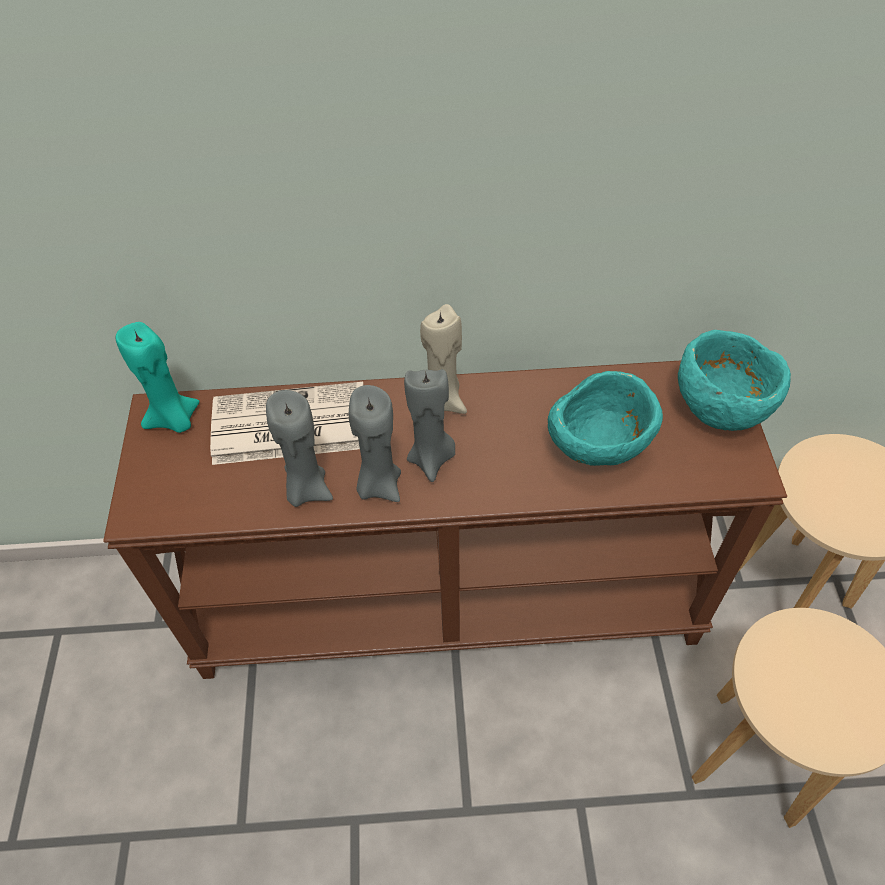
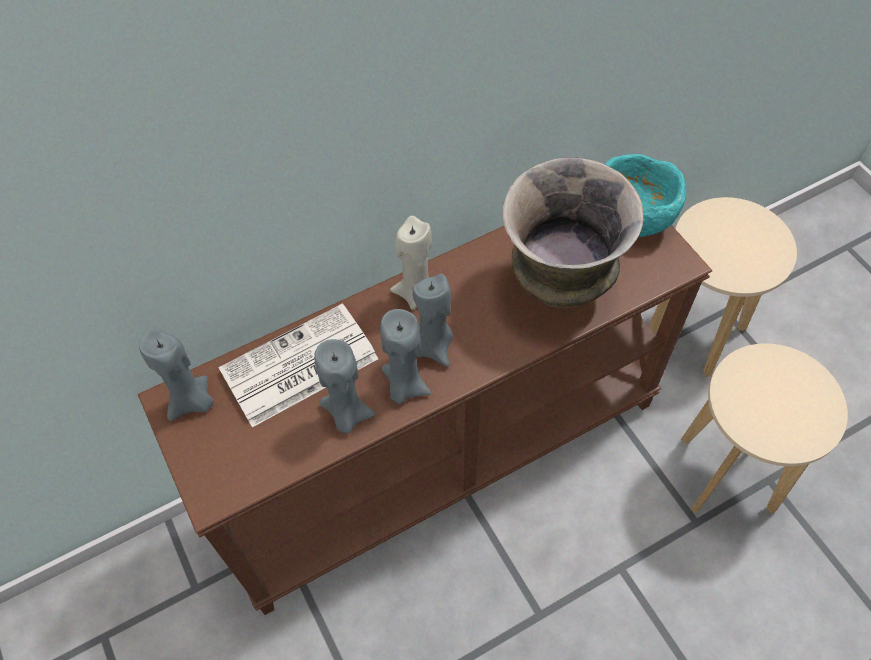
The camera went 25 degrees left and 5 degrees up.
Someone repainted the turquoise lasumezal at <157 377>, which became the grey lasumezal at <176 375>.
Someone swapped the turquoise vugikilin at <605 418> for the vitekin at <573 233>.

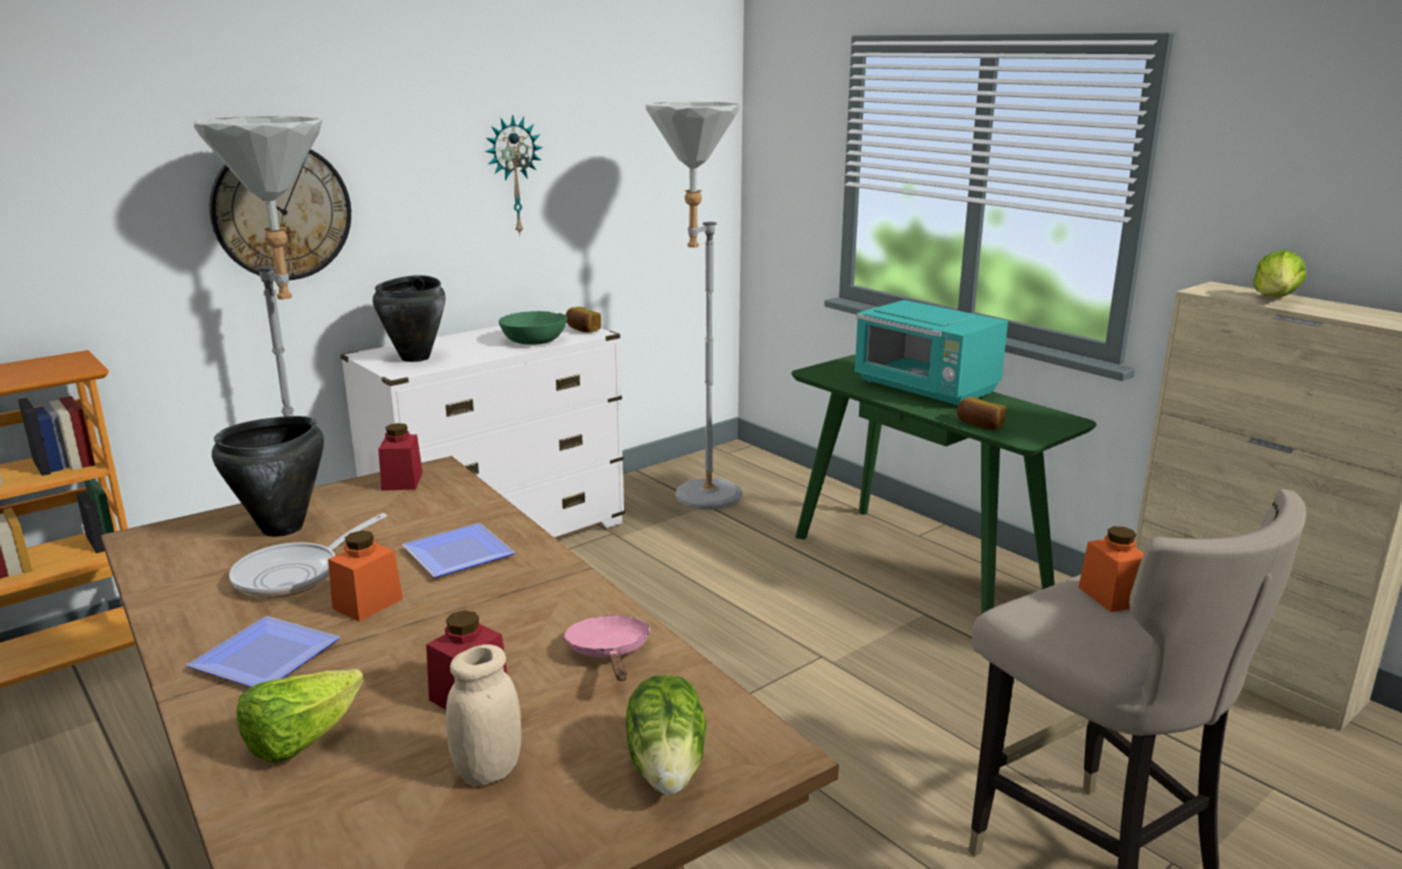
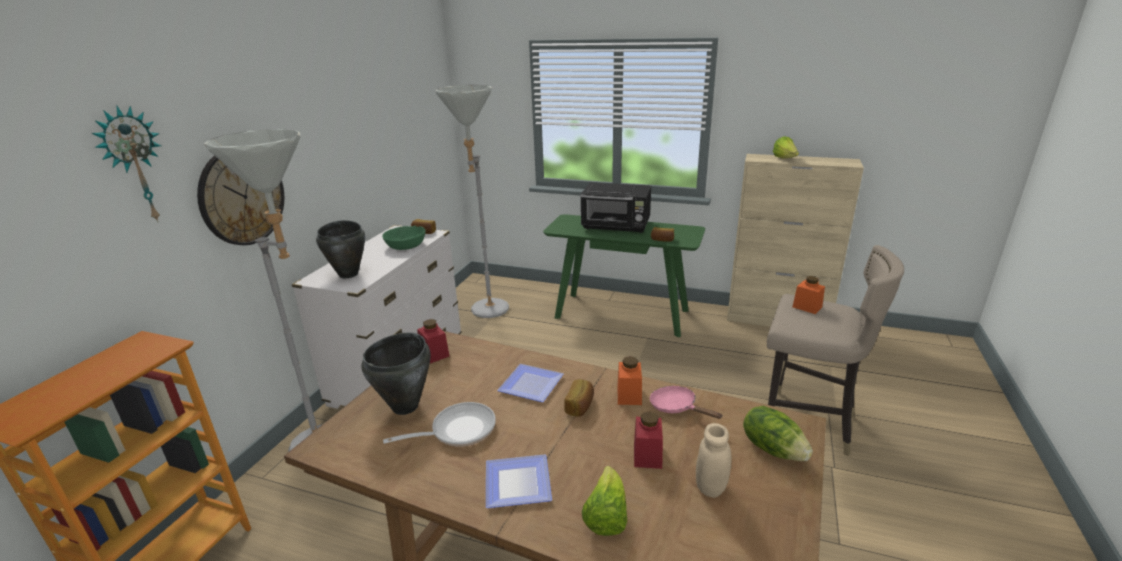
The camera went 30 degrees left and 5 degrees up.
Someone rotated the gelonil at <308 555> by 120 degrees counterclockwise.
Someone carried the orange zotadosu from <365 576> to <629 380>.
Someone carried the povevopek from <514 175> to <126 163>.
Someone repainted the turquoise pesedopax at <931 353>, which became the black pesedopax at <615 208>.
Someone put down the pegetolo at <579 398>.

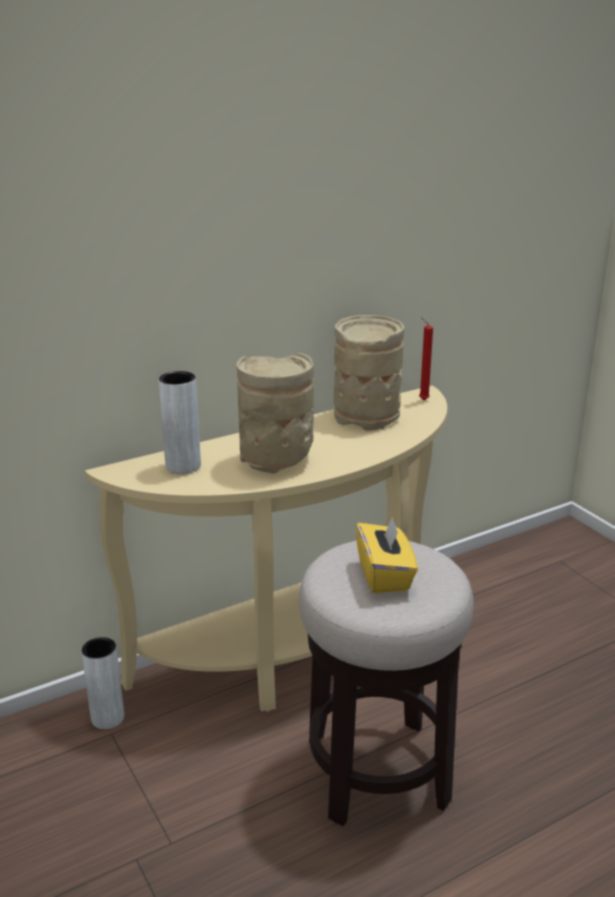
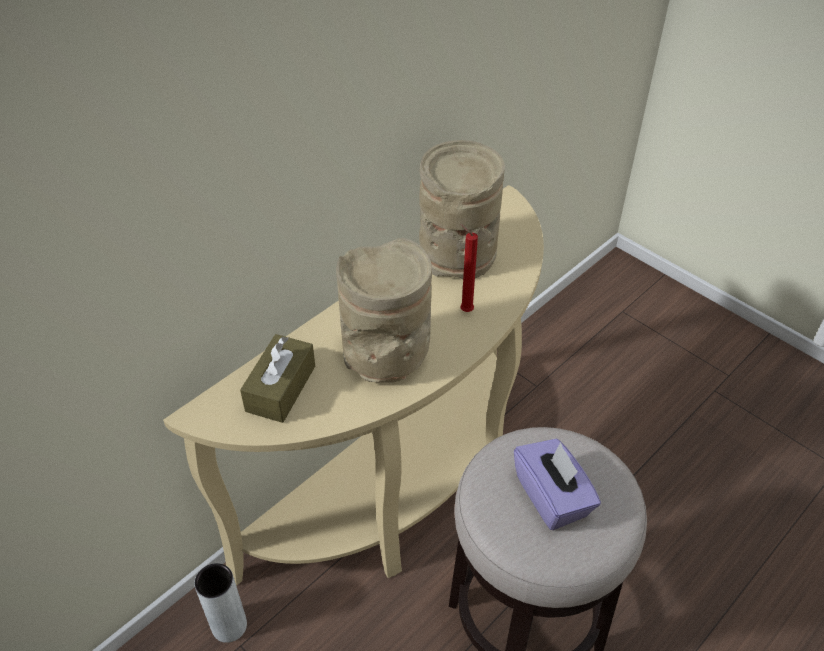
The camera went 15 degrees left and 20 degrees up.
Someone swapped the grey vitekin at <180 422> for the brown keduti at <277 378>.
Someone repainted the yellow keduti at <386 554>, which became the purple keduti at <557 484>.
Someone carried the red lasumezal from <426 358> to <469 268>.

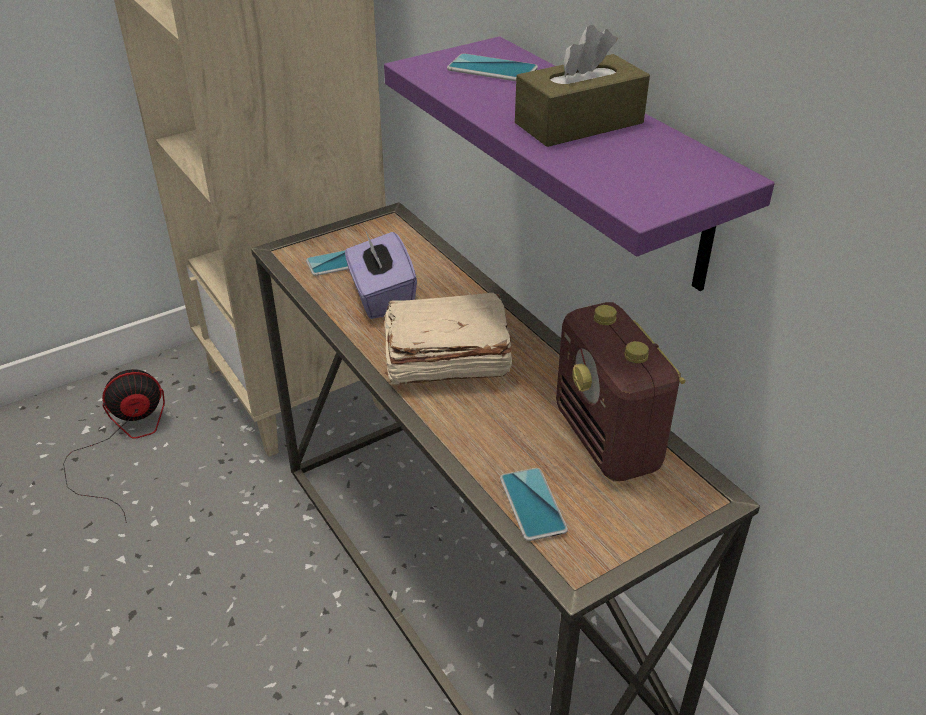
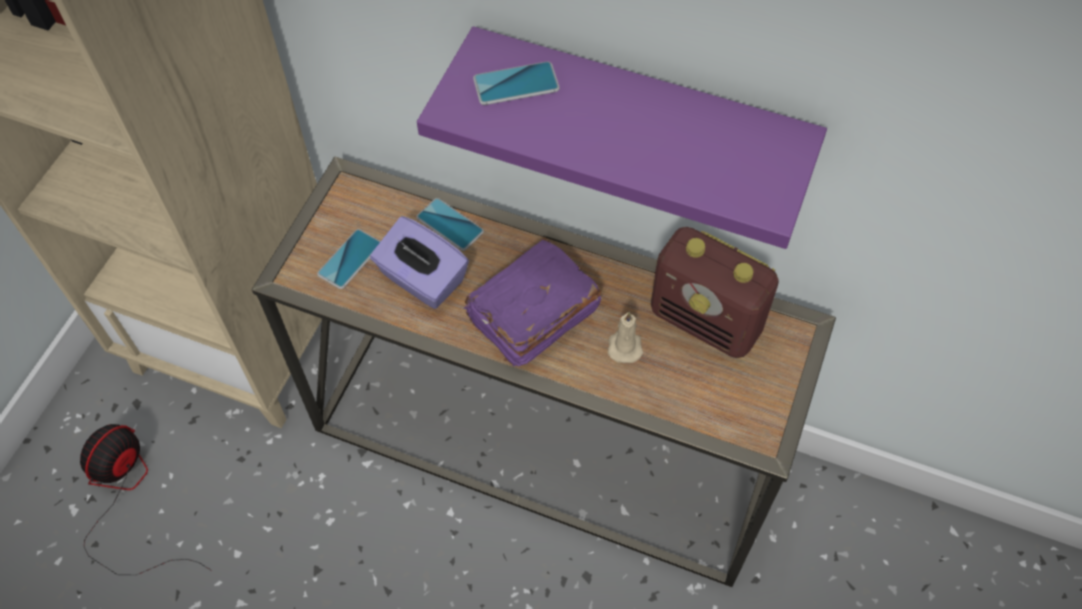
The camera went 35 degrees left and 20 degrees up.
Someone repainted the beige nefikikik at <448 339>, which became the purple nefikikik at <533 302>.
Someone carried the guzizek from <534 504> to <450 224>.
Someone took away the brown keduti at <582 86>.
Someone put down the beige lasumezal at <625 337>.

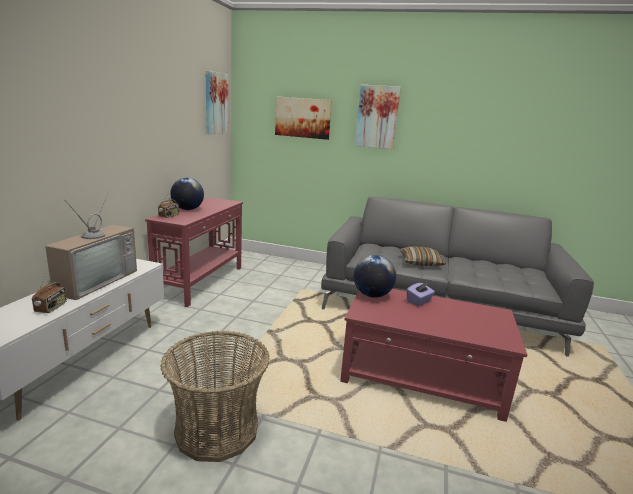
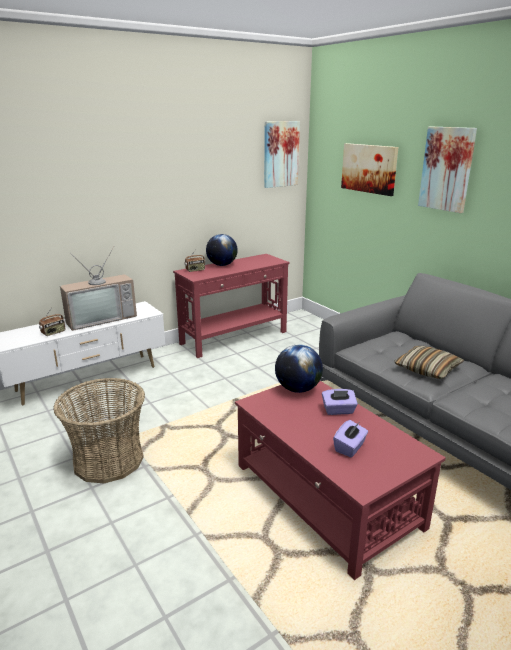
The camera went 40 degrees right and 5 degrees up.
Someone put down the purple keduti at <350 438>.

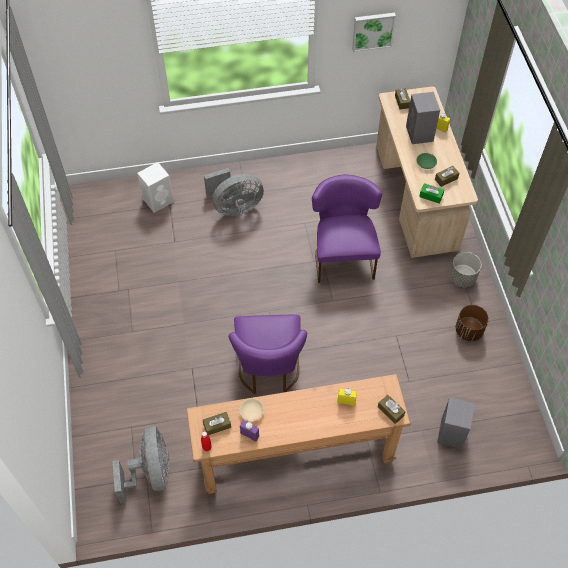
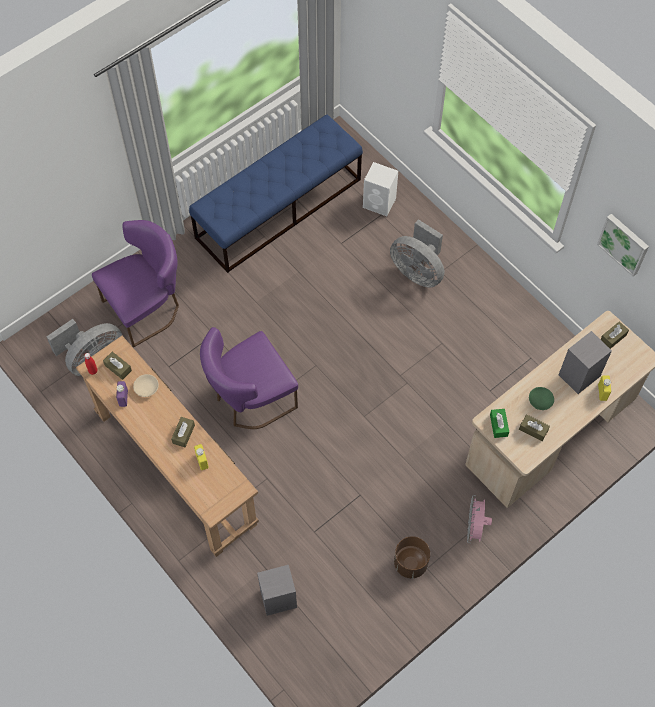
The camera went 60 degrees right and 5 degrees up.
Someone carried the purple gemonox from <347 228> to <135 283>.
Someone carried the brown keduti from <391 409> to <183 432>.
Someone swapped the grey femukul at <465 269> for the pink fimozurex at <479 519>.
Someone put down the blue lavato at <276 193>.

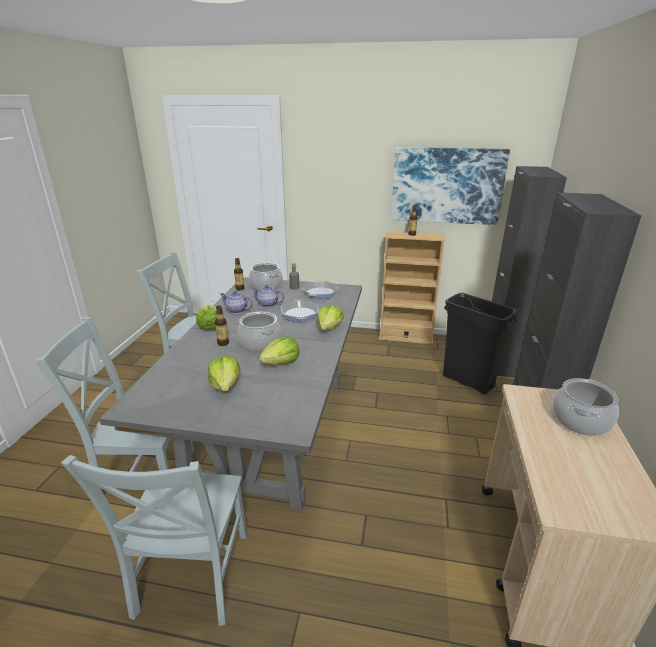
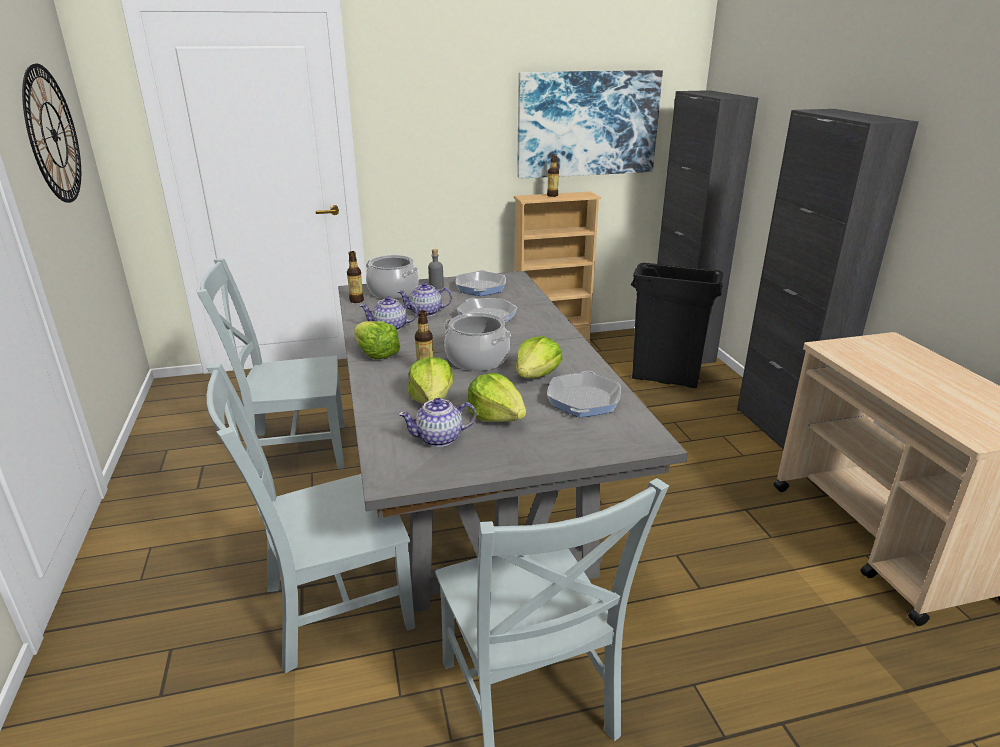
The camera went 25 degrees left and 0 degrees up.
Someone carried the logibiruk from <330 317> to <430 380>.
Someone took away the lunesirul at <585 407>.
Someone put up the povevopek at <51 133>.
Someone put down the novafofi at <437 422>.
Someone put down the gelonil at <584 394>.

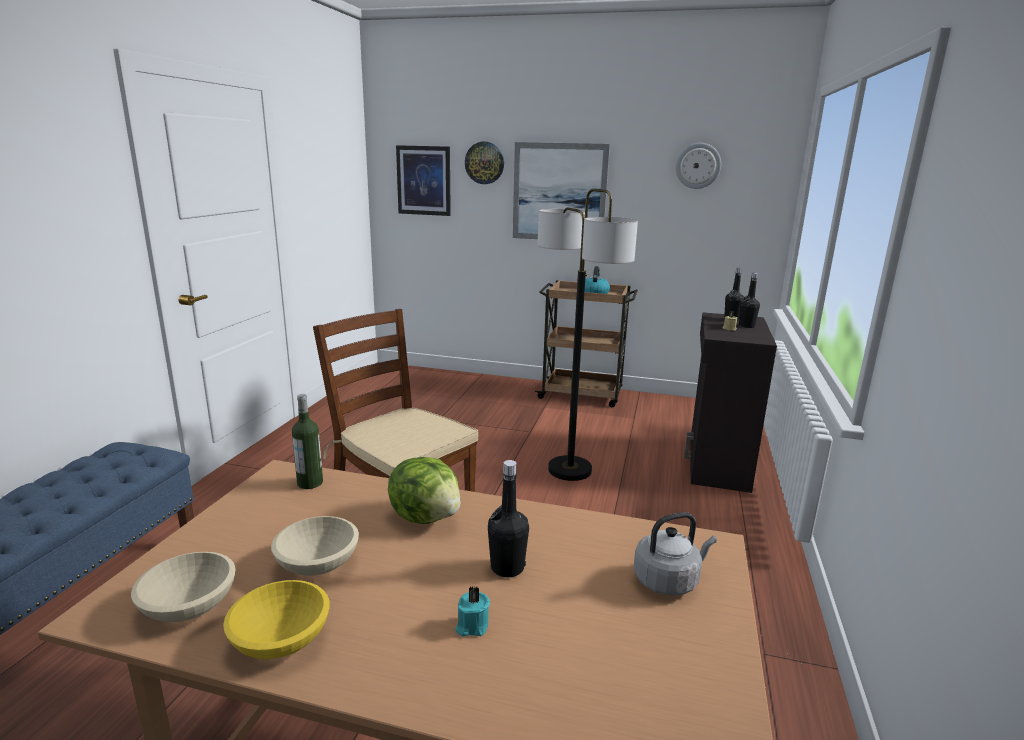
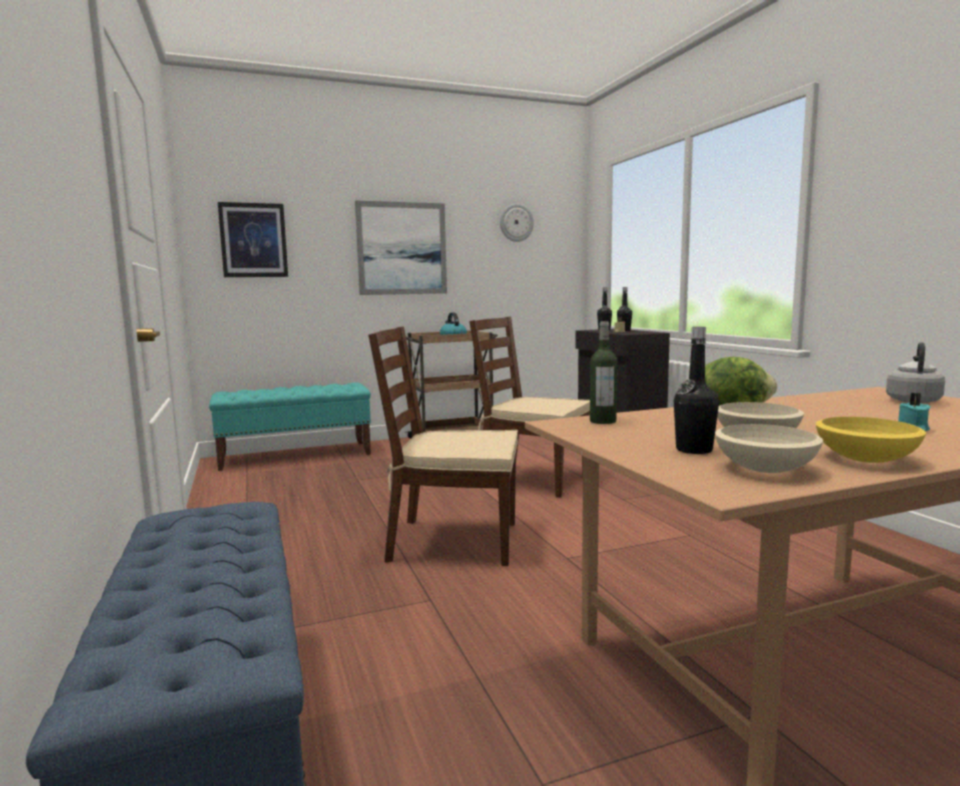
The camera went 35 degrees left and 10 degrees down.
Someone took away the povevopek at <484 163>.
Someone carried the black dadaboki from <508 518> to <696 390>.
Someone swapped the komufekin at <588 335> for the brown gemonox at <529 407>.
Someone put down the turquoise lavato at <290 426>.

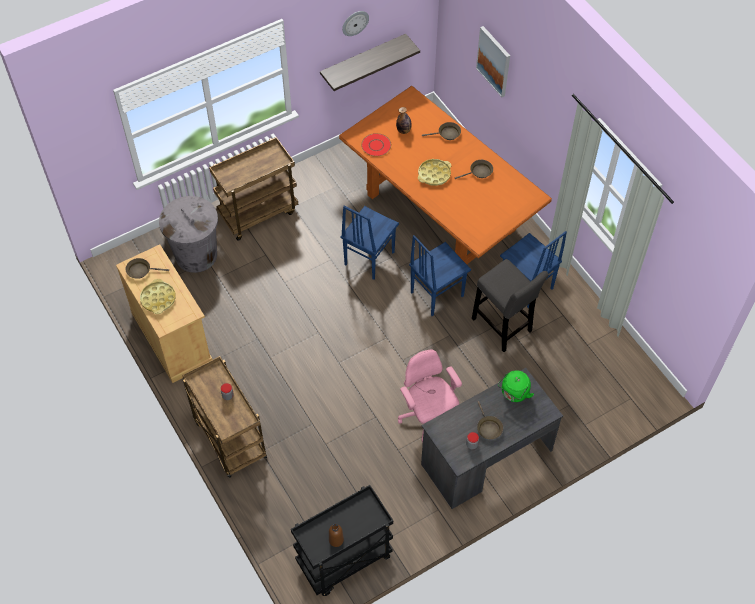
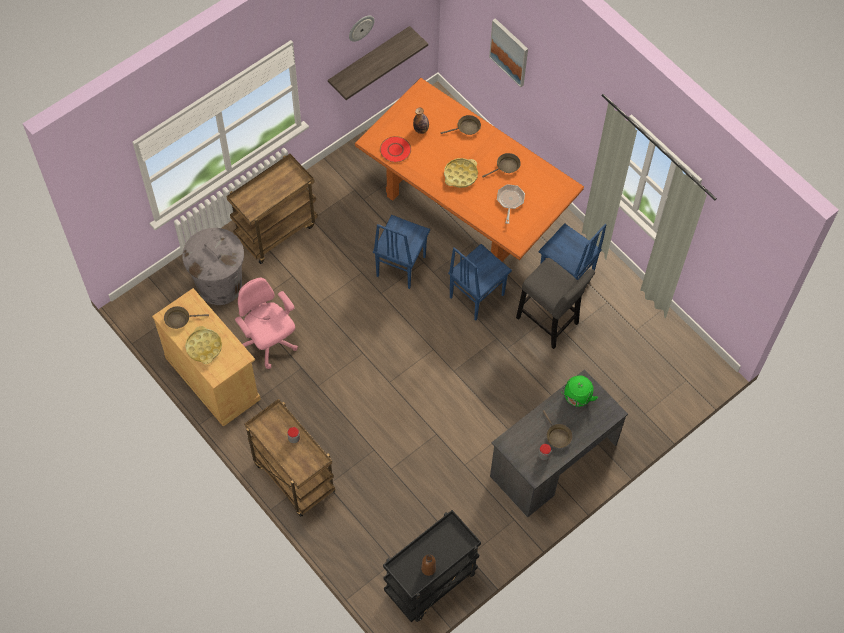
The camera went 10 degrees left and 5 degrees up.
Someone carried the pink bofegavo from <430 396> to <266 323>.
Someone put down the gelonil at <511 204>.

